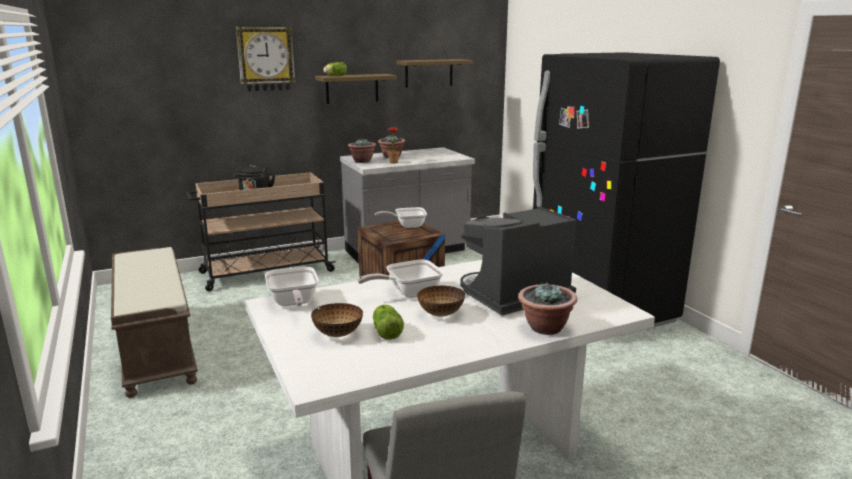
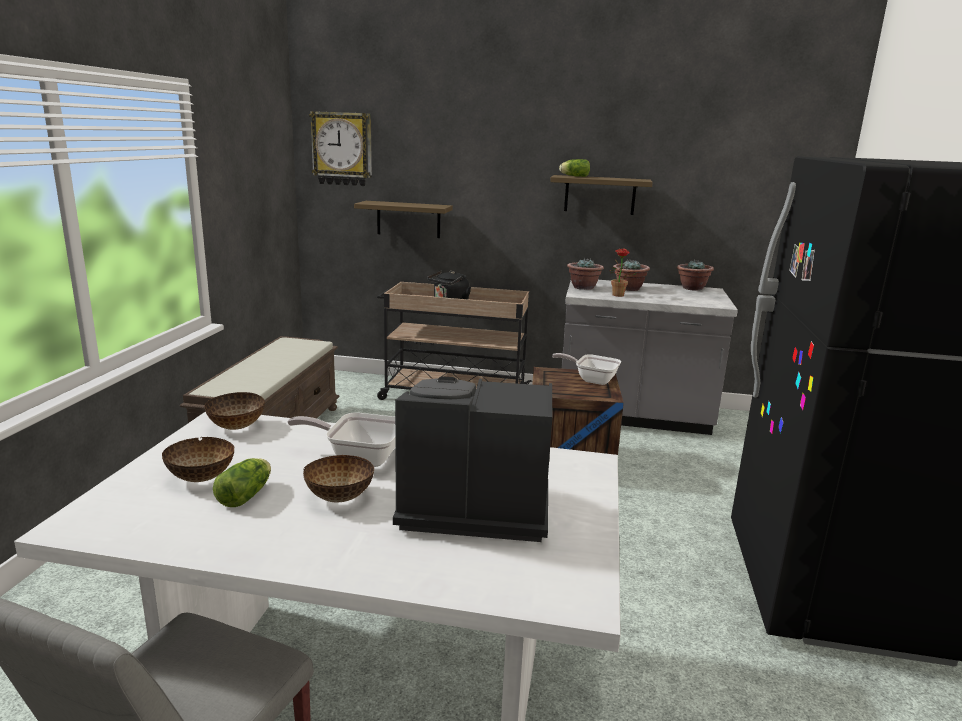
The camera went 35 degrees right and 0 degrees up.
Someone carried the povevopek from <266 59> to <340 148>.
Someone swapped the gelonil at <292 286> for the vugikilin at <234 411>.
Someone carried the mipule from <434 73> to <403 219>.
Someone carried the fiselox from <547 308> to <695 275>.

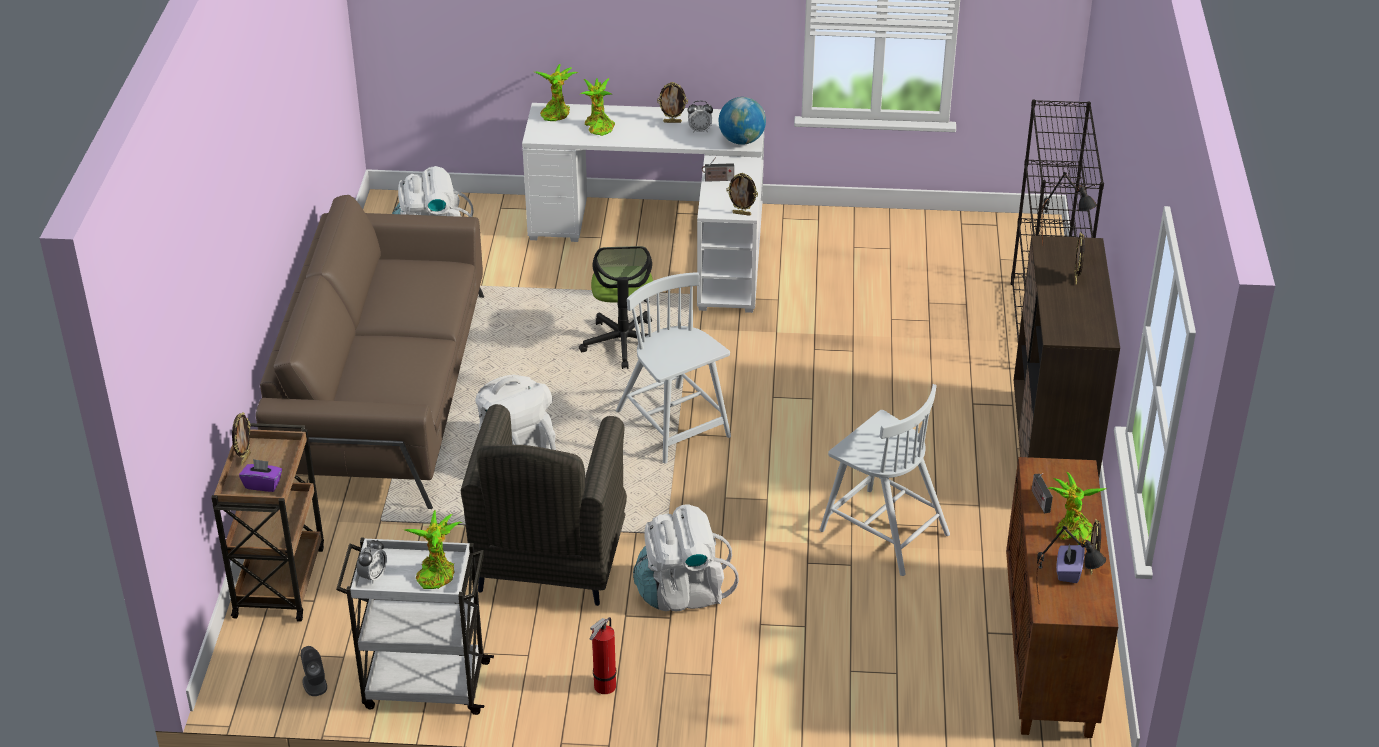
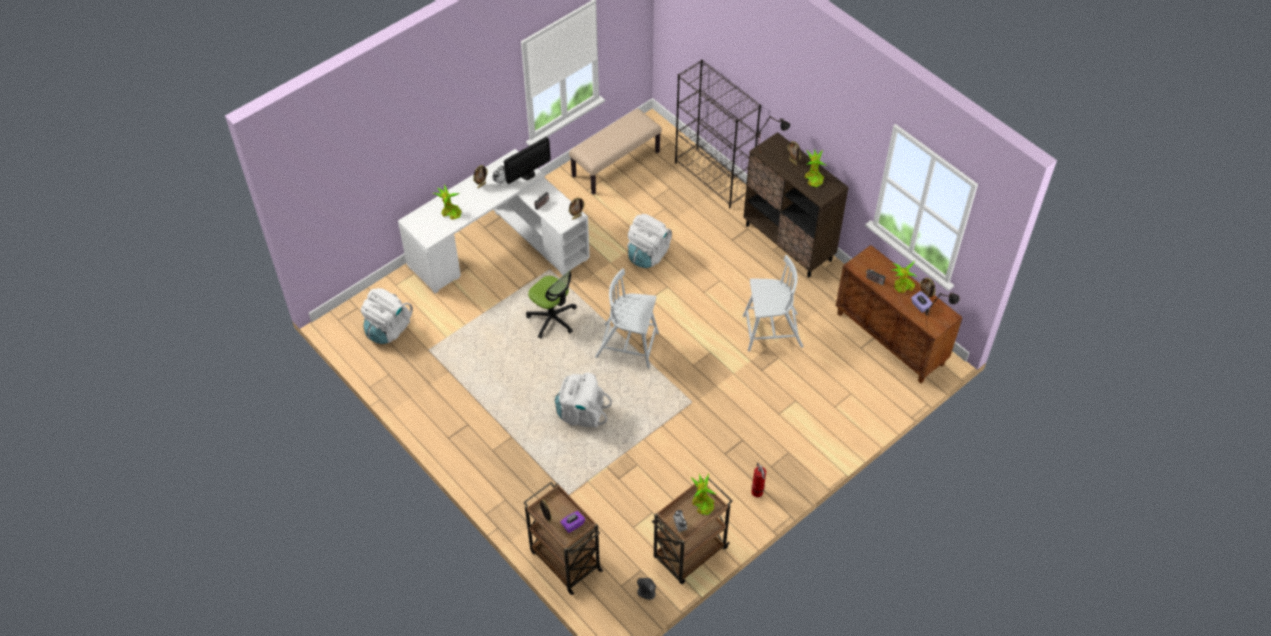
The camera went 45 degrees left and 15 degrees up.
Someone took away the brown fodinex at <370 352>.
Someone repainted the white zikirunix at <415 626>, which became the brown zikirunix at <692 531>.
Someone took away the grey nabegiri at <544 505>.
Someone carried the fiselox from <556 92> to <816 168>.
Someone carried the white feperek from <686 557> to <649 241>.
Someone swapped the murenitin at <742 121> for the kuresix at <527 160>.
Someone put down the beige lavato at <615 151>.

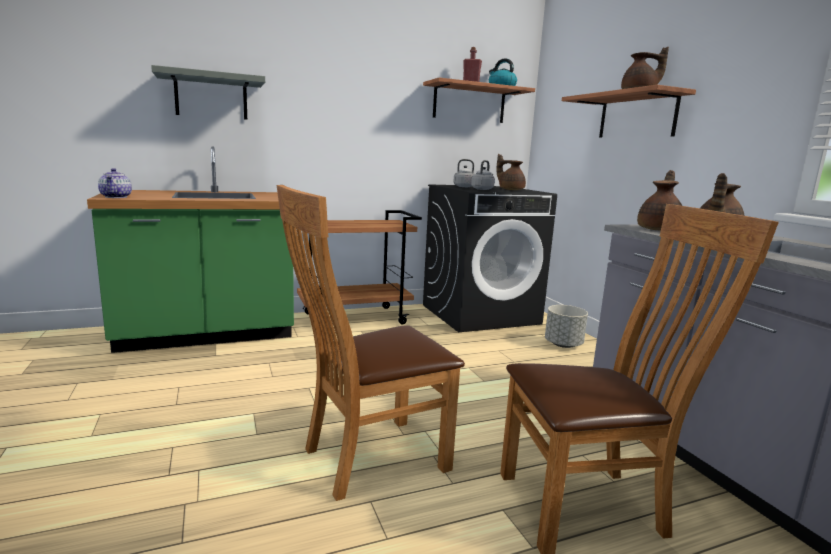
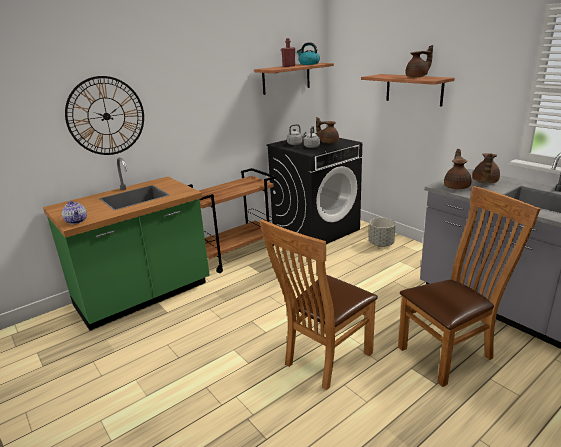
The camera went 15 degrees left and 10 degrees up.
Someone swapped the grey mipule at <208 92> for the povevopek at <104 115>.

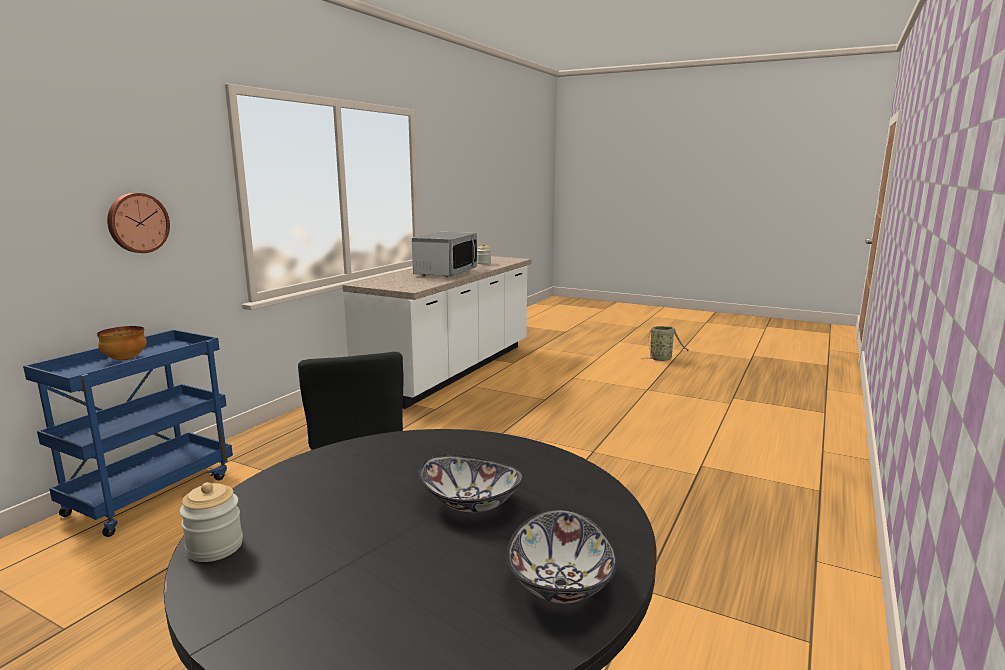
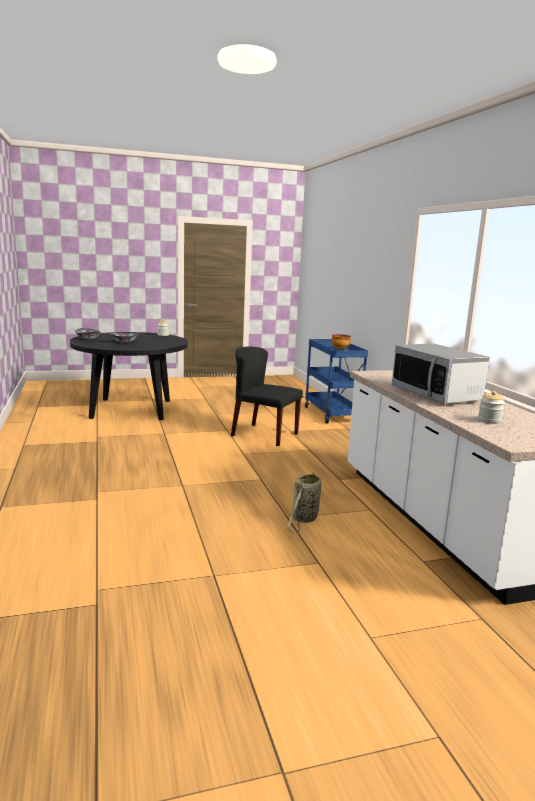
The camera went 135 degrees right and 0 degrees up.
Someone took away the povevopek at <138 223>.
Someone carried the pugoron from <665 343> to <304 503>.

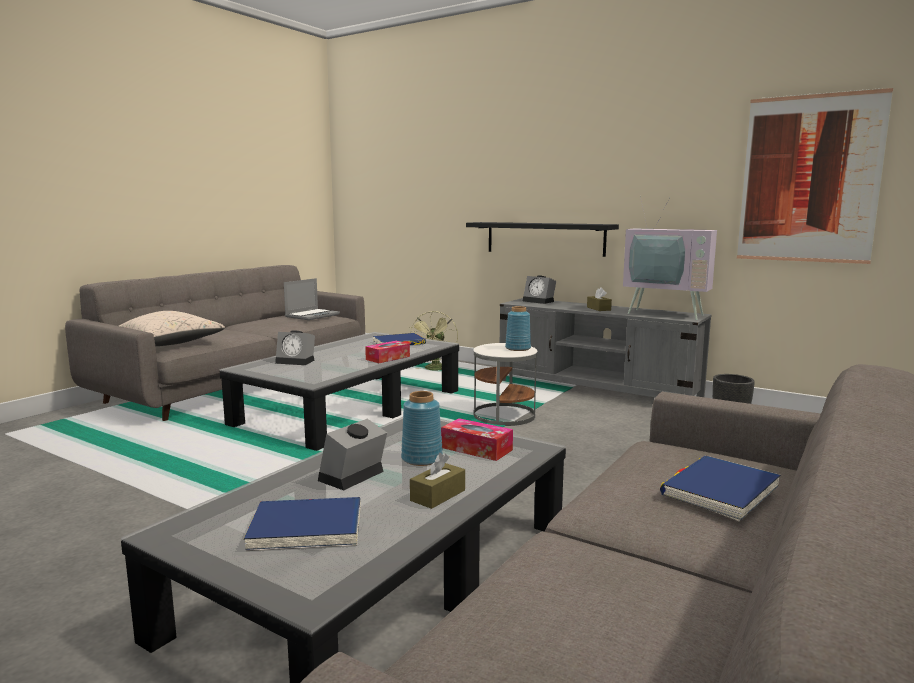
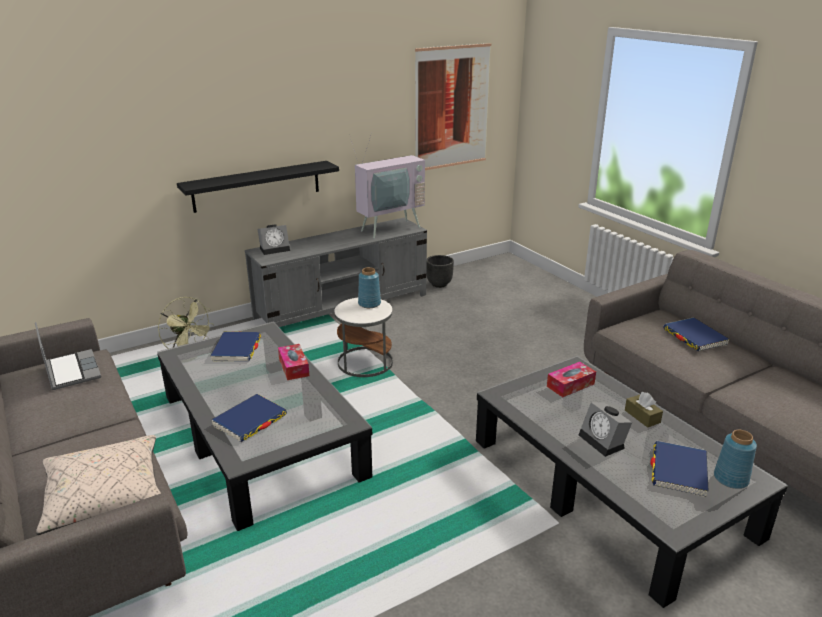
The camera went 65 degrees left and 15 degrees up.
Someone swapped the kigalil at <295 347> for the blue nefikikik at <249 418>.
Someone carried the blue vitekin from <422 428> to <735 459>.
Someone took away the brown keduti at <599 299>.

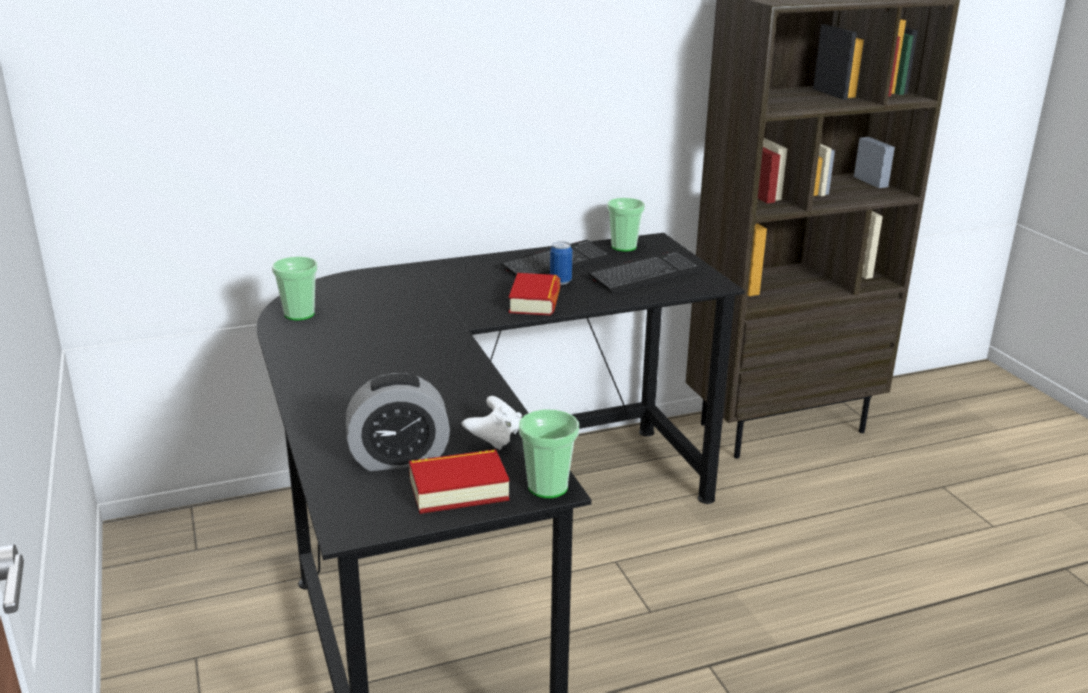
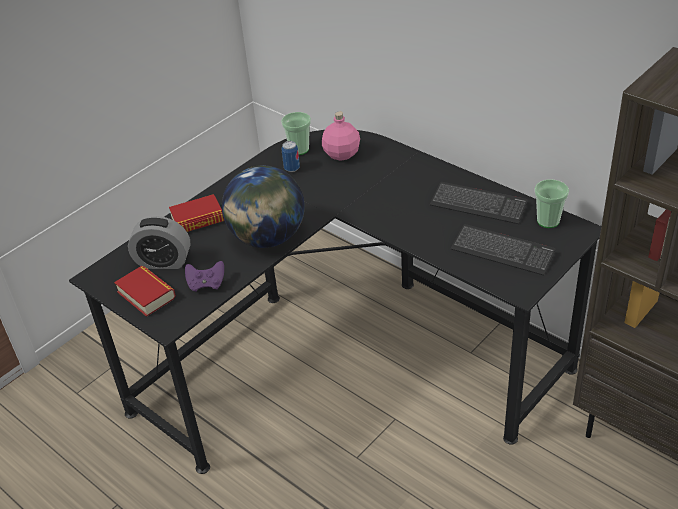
The camera went 65 degrees right and 15 degrees up.
Someone rotated the kigalil at <398 422> by 45 degrees counterclockwise.
Someone repainted the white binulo at <492 423>, which became the purple binulo at <204 276>.
Someone carried the nefikikik from <534 294> to <196 213>.
Someone took away the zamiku at <549 453>.
Someone carried the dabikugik from <561 263> to <291 156>.
Someone put down the murenitin at <263 206>.
Someone put down the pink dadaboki at <341 136>.

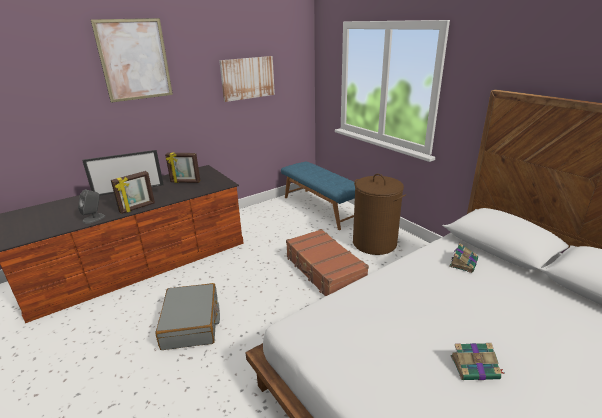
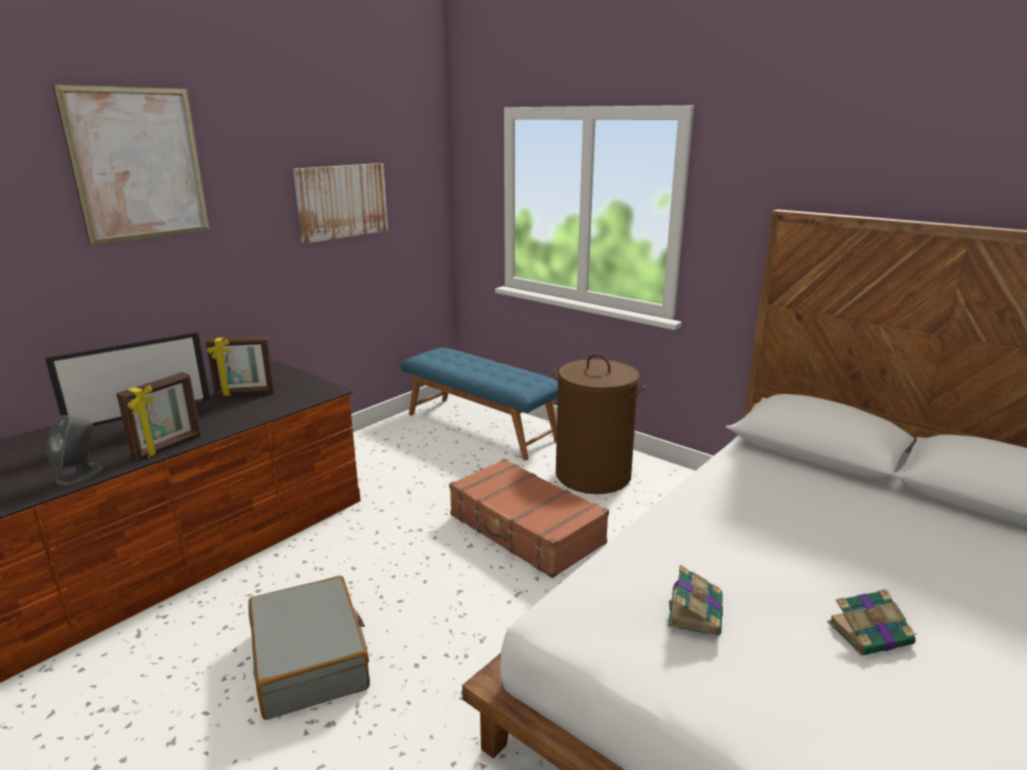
The camera went 15 degrees left and 5 degrees down.
Someone carried the nefikikik from <463 258> to <695 601>.

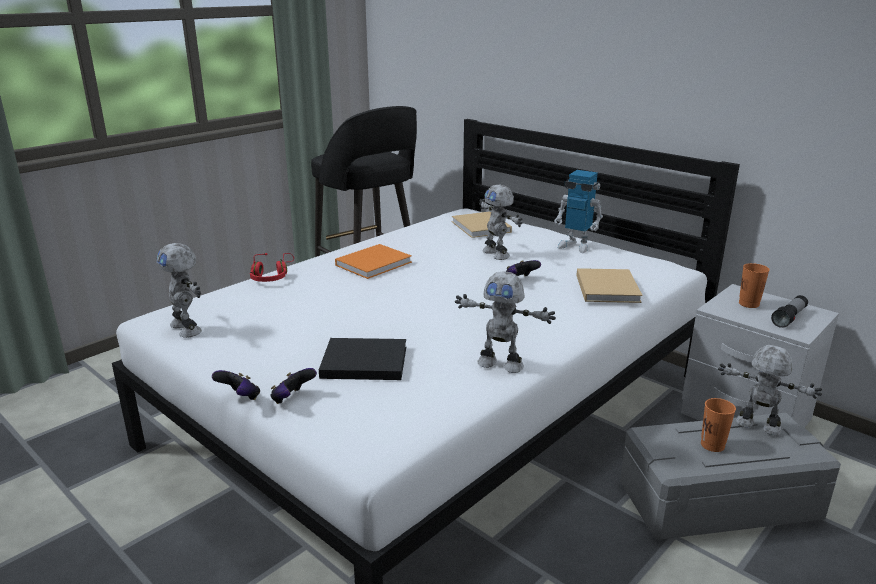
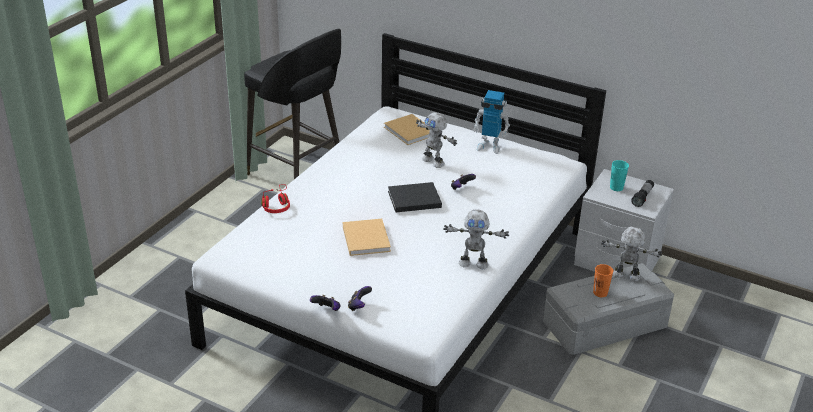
The camera went 15 degrees left and 10 degrees up.
Someone took away the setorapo at <179 290>.
Someone carried the black nefikikik from <362 359> to <415 197>.
Someone took away the orange nefikikik at <373 261>.
Someone carried the beige nefikikik from <609 285> to <367 237>.
Someone repainted the orange zamiku at <754 285>, which became the turquoise zamiku at <619 175>.

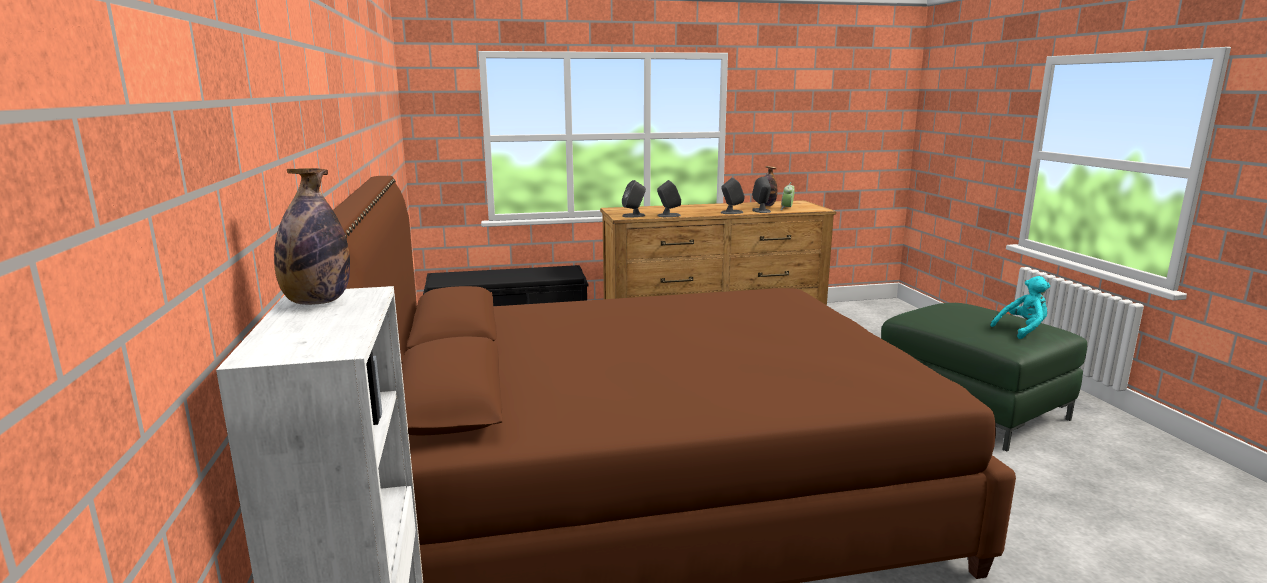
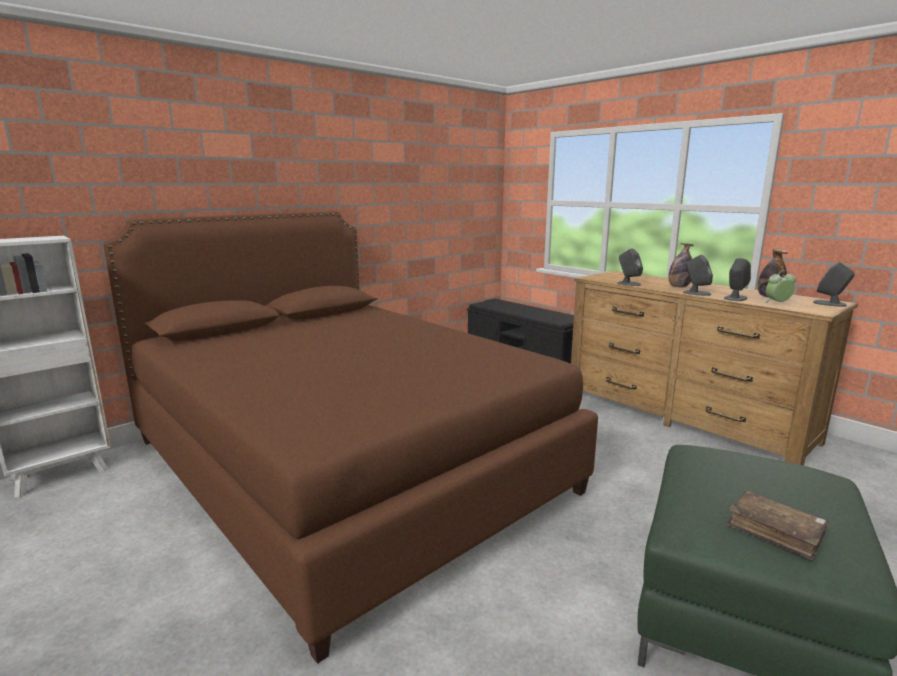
The camera went 60 degrees right and 0 degrees up.
Someone carried the dadaboki from <312 236> to <680 265>.
Someone carried the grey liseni from <634 199> to <834 284>.
Someone swapped the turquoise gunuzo at <1020 307> for the brown nefikikik at <778 525>.

